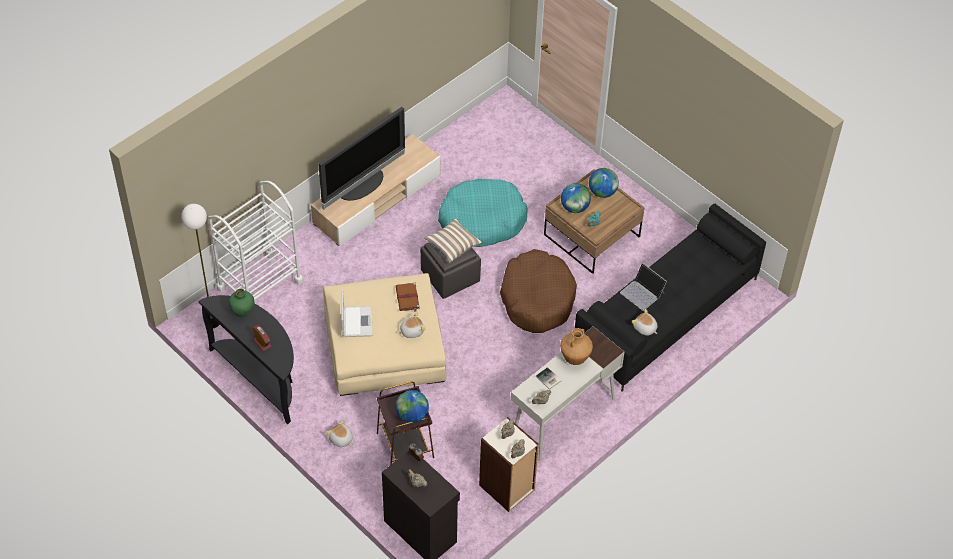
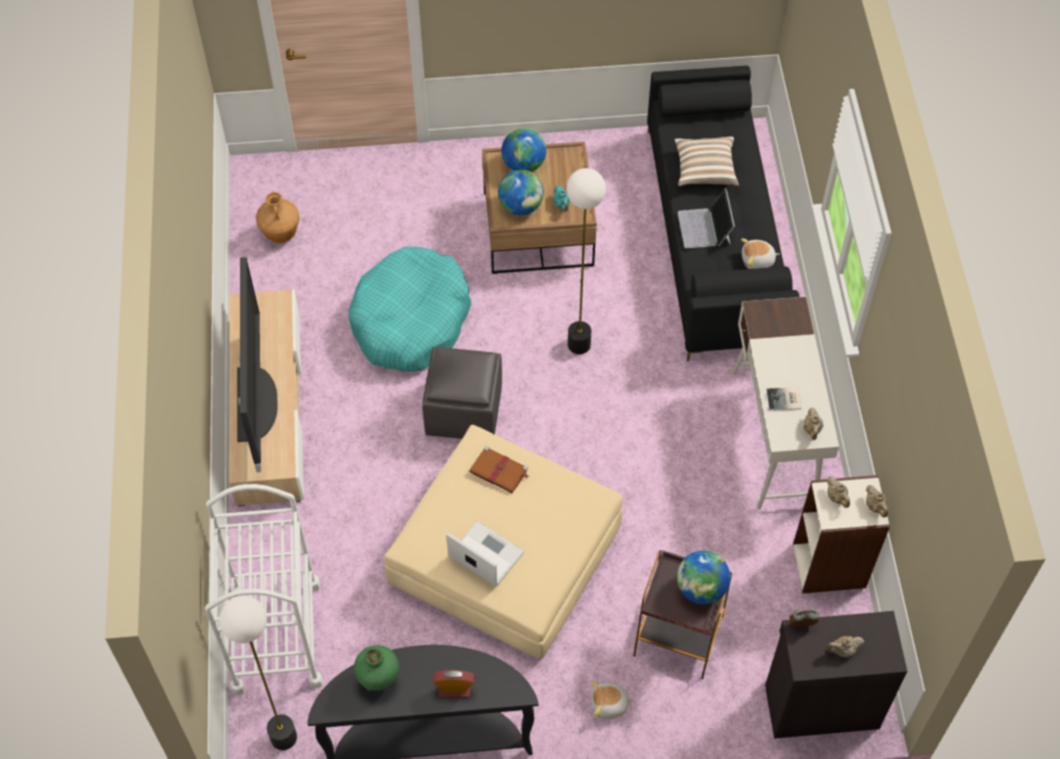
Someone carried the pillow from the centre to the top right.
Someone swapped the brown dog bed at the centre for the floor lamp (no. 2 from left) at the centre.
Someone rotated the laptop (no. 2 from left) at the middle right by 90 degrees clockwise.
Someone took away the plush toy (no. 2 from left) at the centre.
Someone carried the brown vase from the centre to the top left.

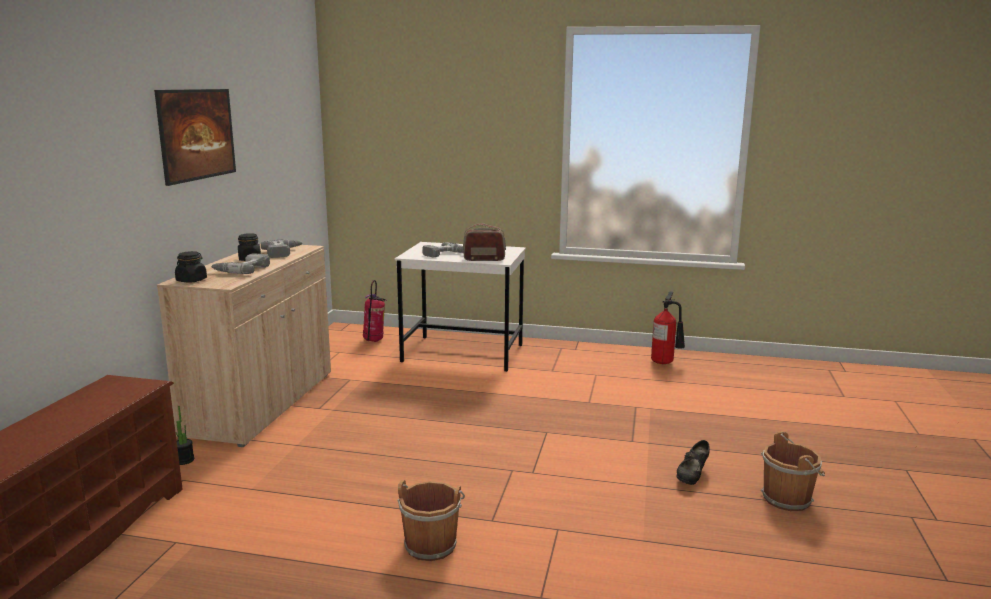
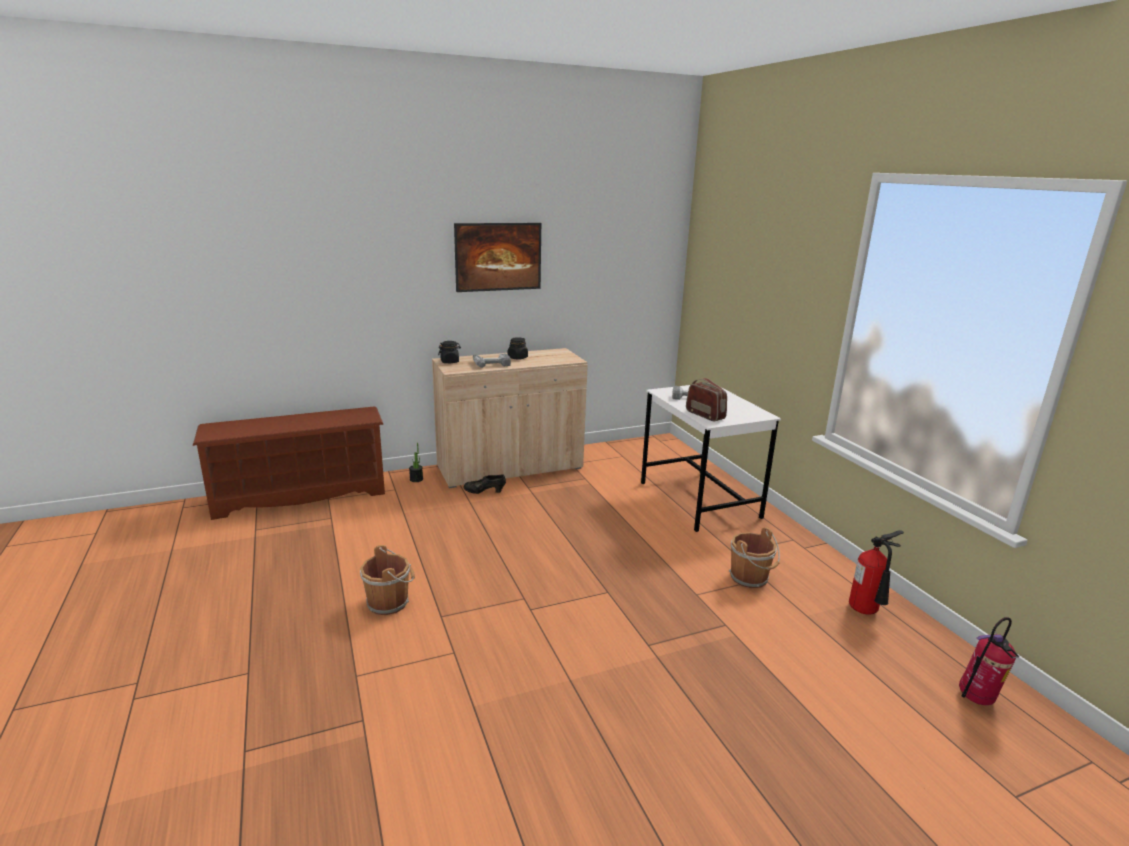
Someone took away the power drill (no. 2 from left) at the middle left.
Someone carried the fire extinguisher (no. 1 from left in the first image) from the centre to the bottom right.
Someone carried the brown bucket (no. 2 from left) from the bottom right to the middle right.
Someone carried the black shoe from the bottom right to the centre.

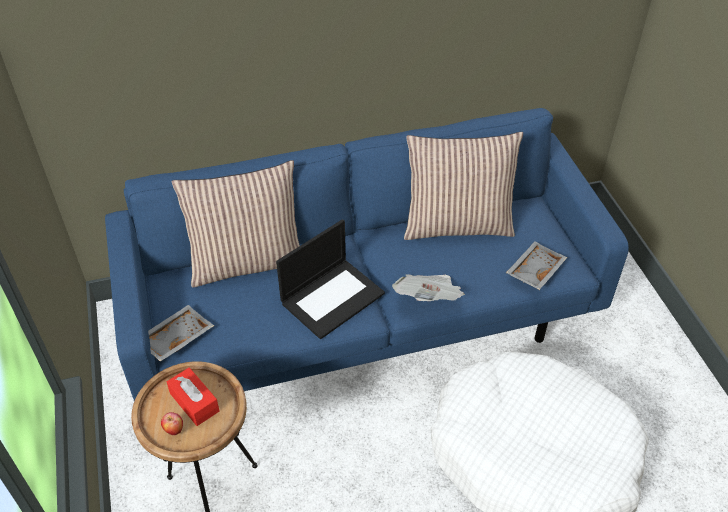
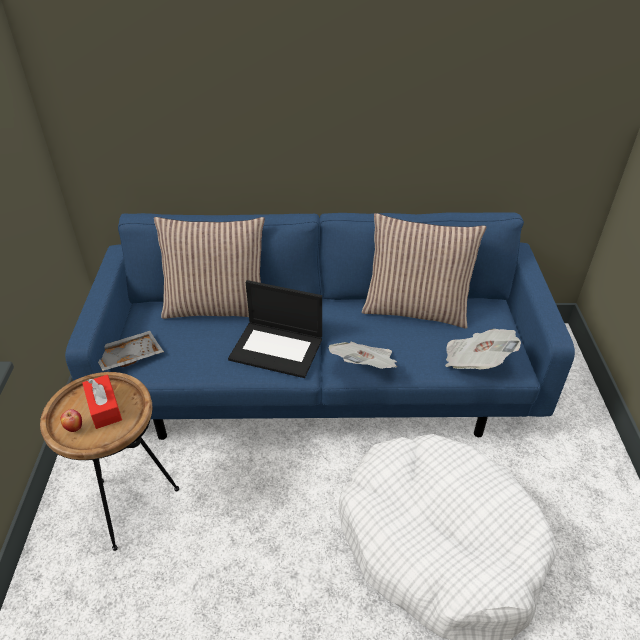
Someone rotated the laptop at the centre by 45 degrees clockwise.
Someone swapped the grey tray (no. 2 from left) at the middle right for the newspaper (no. 2 from left) at the middle right.

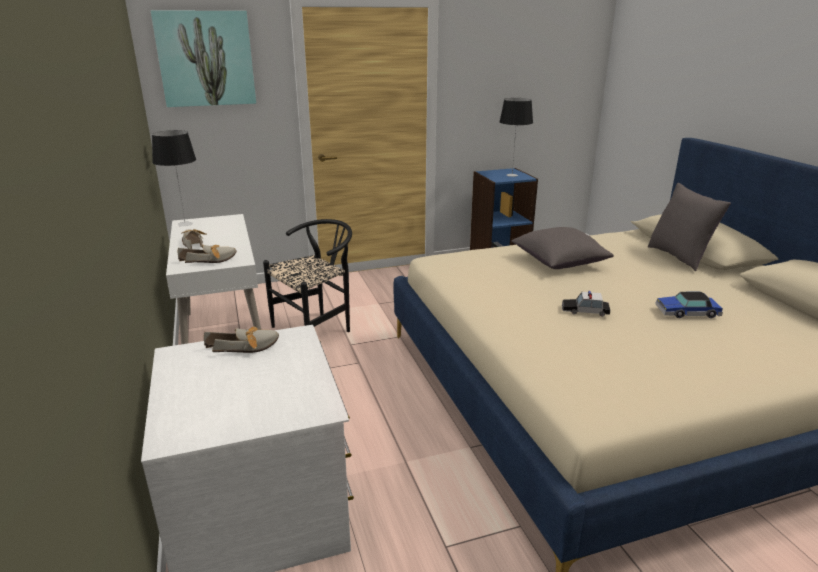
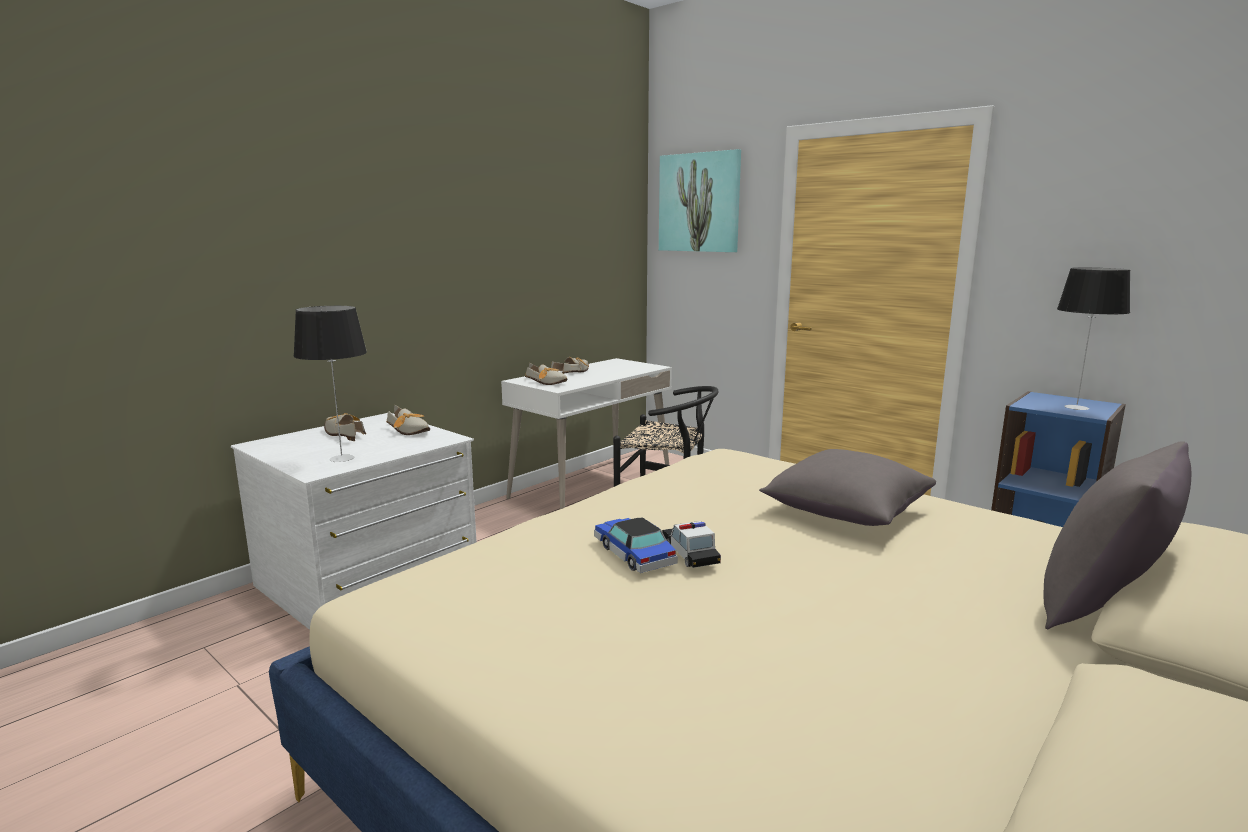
Someone carried the table lamp (no. 1 from left) from the top left to the middle left.
Someone carried the toy car (no. 2 from left in the first image) from the middle right to the centre.
Someone put down the shoe (no. 1 from left) at the middle left.

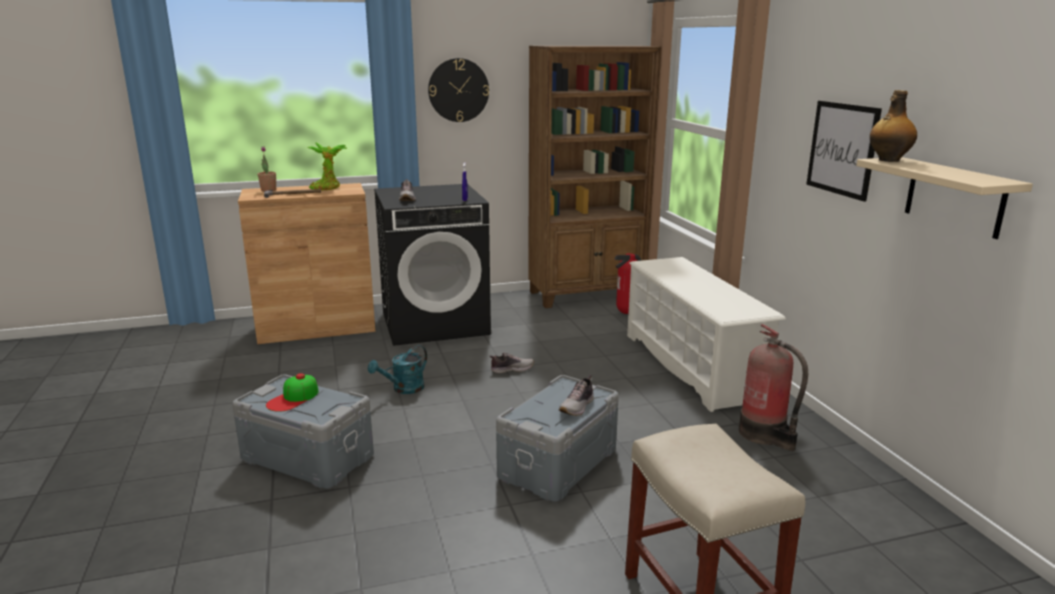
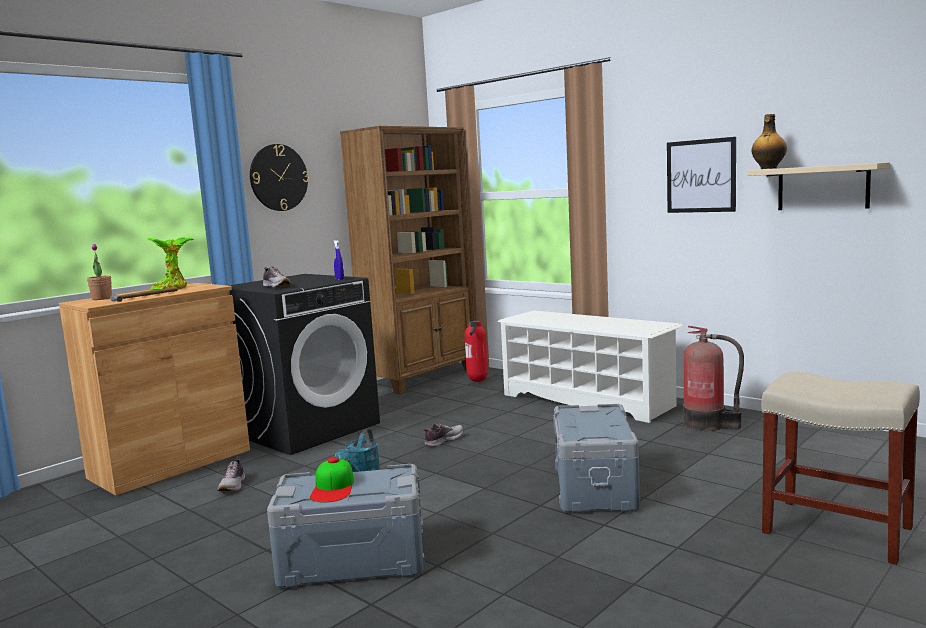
Someone carried the shoe (no. 3 from left in the first image) from the centre to the bottom left.

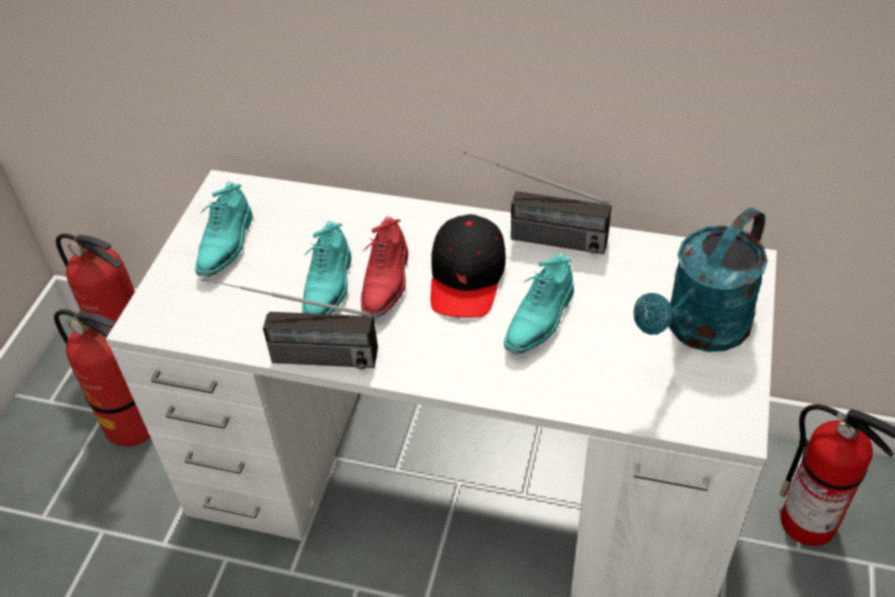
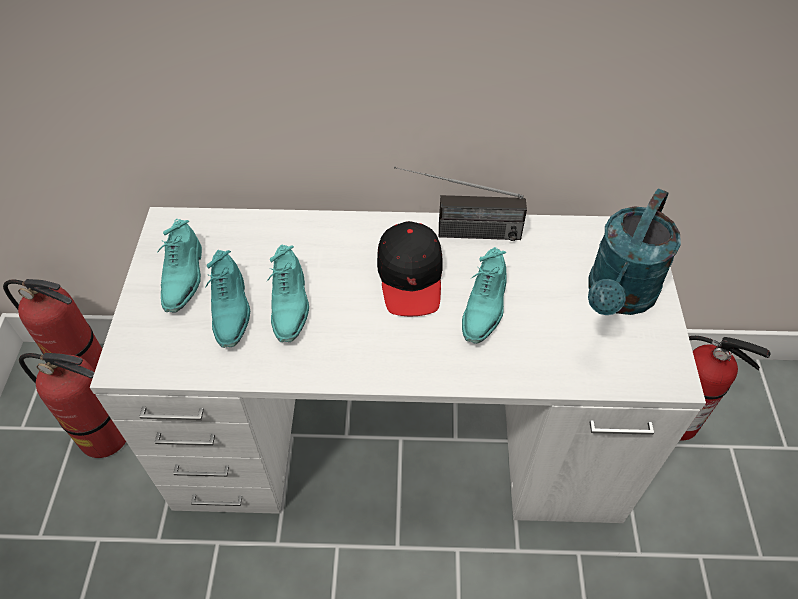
Someone took away the red shoe at the centre.
Someone took away the radio (no. 1 from left) at the middle left.
Someone put down the turquoise shoe (no. 2 from left) at the middle left.

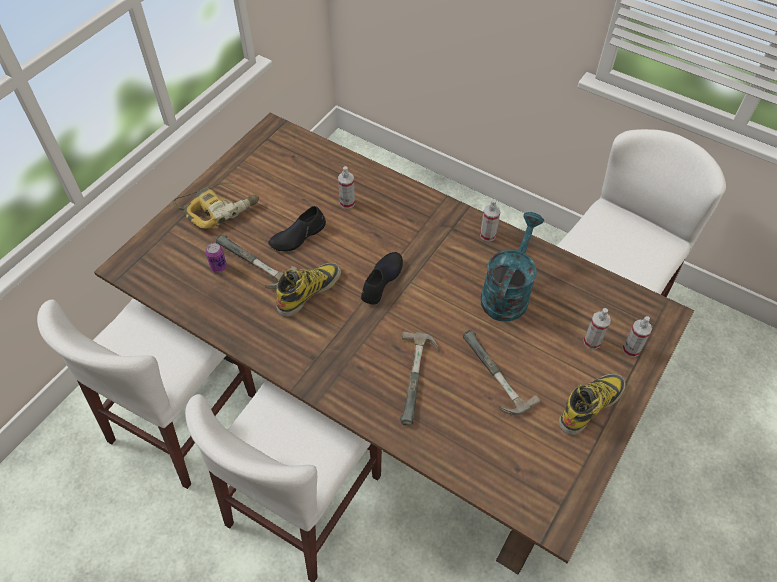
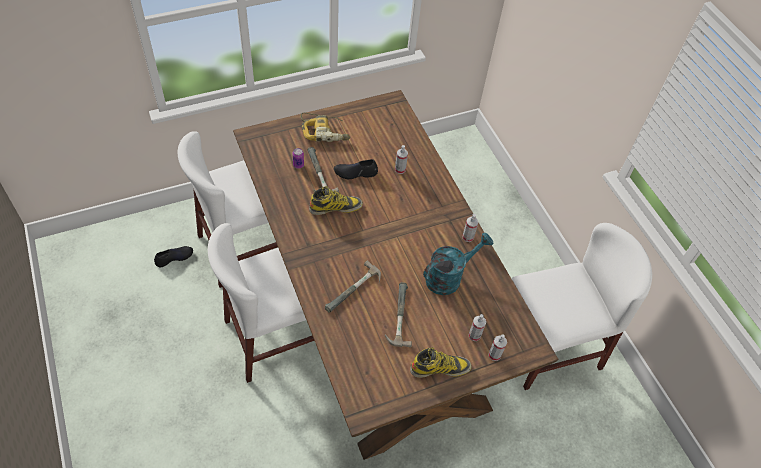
Someone carried the black shoe (no. 2 from left in the first image) from the centre to the middle left.

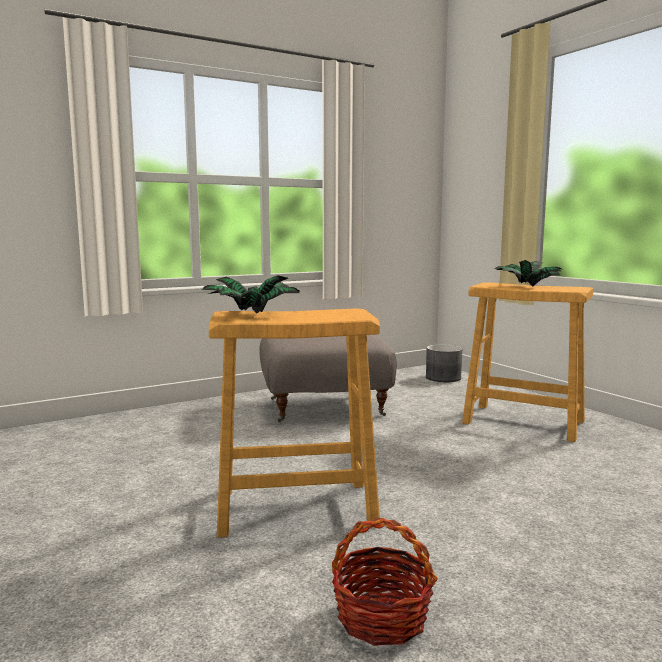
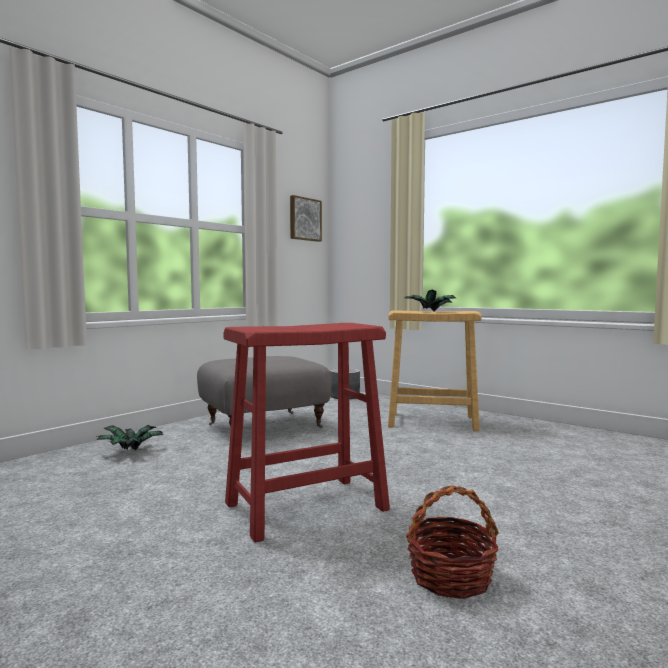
Someone carried the potted plant (no. 1 from left) from the centre to the middle left.
Someone repainted the beige stool (no. 1 from left) at the centre, which became the red stool at the centre.
Someone put up the picture at the top centre.

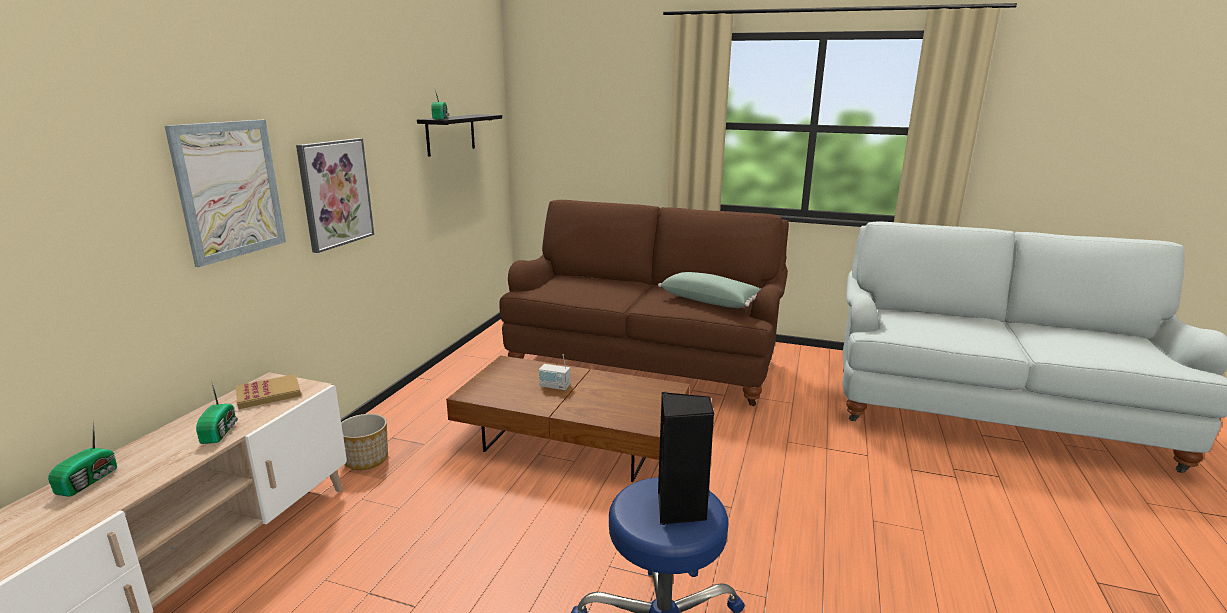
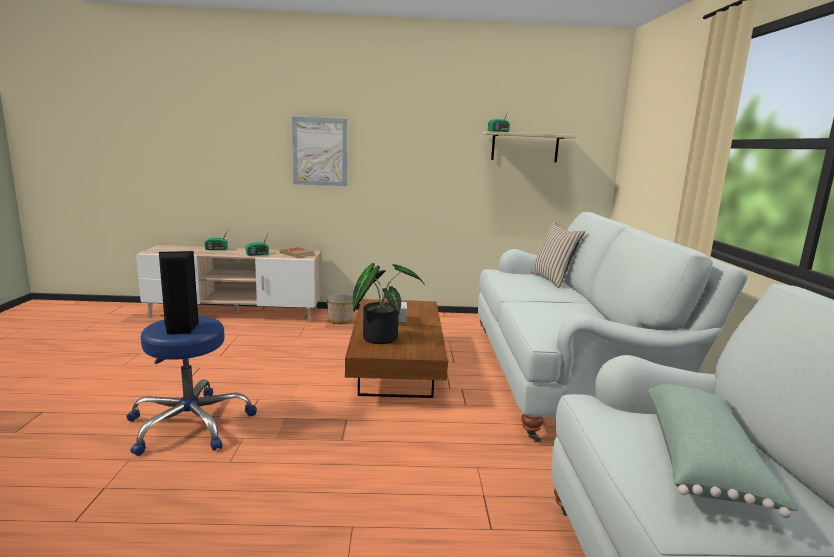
Someone repainted the black shelf at the top centre, which became the beige shelf at the top centre.
Someone took away the picture (no. 2 from left) at the top left.
Someone repainted the brown sofa at the centre, which became the white sofa (no. 1 from left) at the middle right.
Someone carried the green pillow from the centre to the bottom right.
Someone put down the beige pillow at the middle right.
Someone put down the potted plant at the centre.

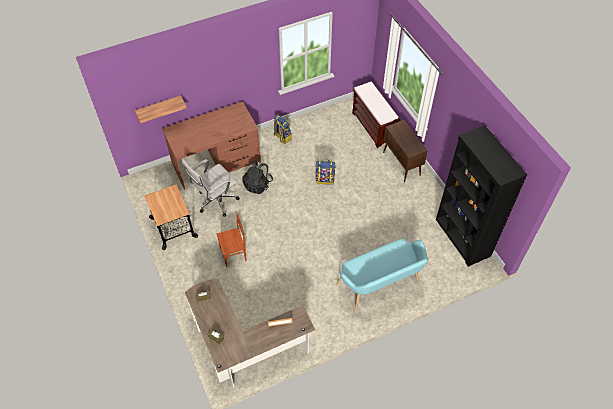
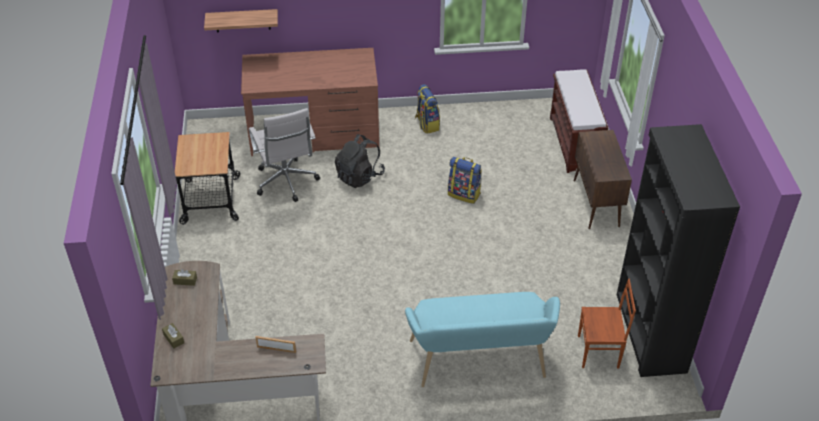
Someone rotated the white office chair at the centre by 90 degrees counterclockwise.
Someone carried the brown chair from the centre to the bottom right.

